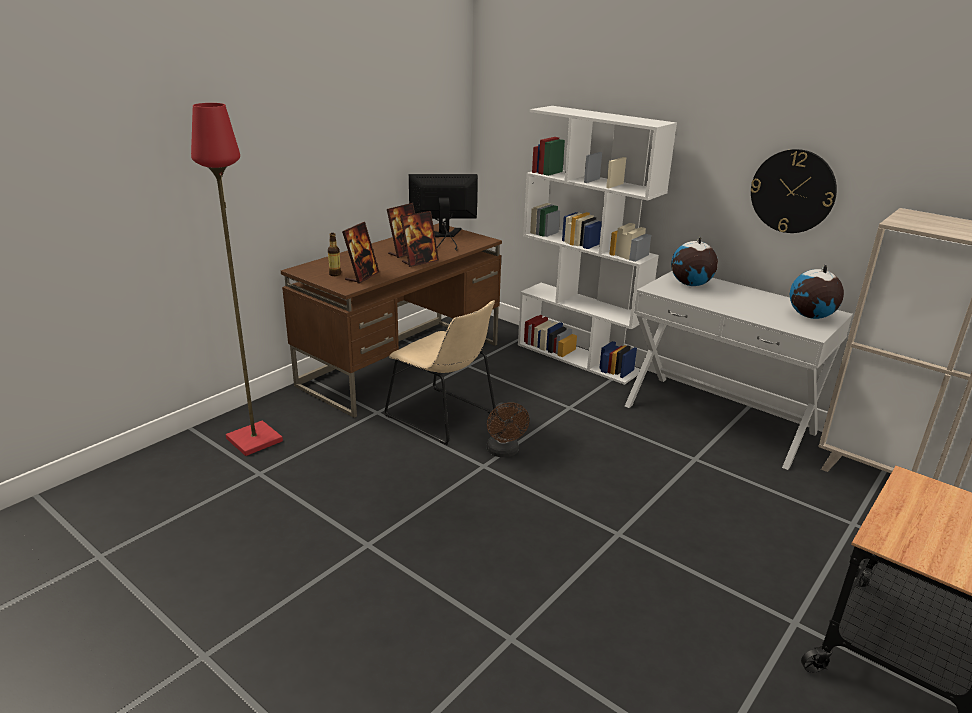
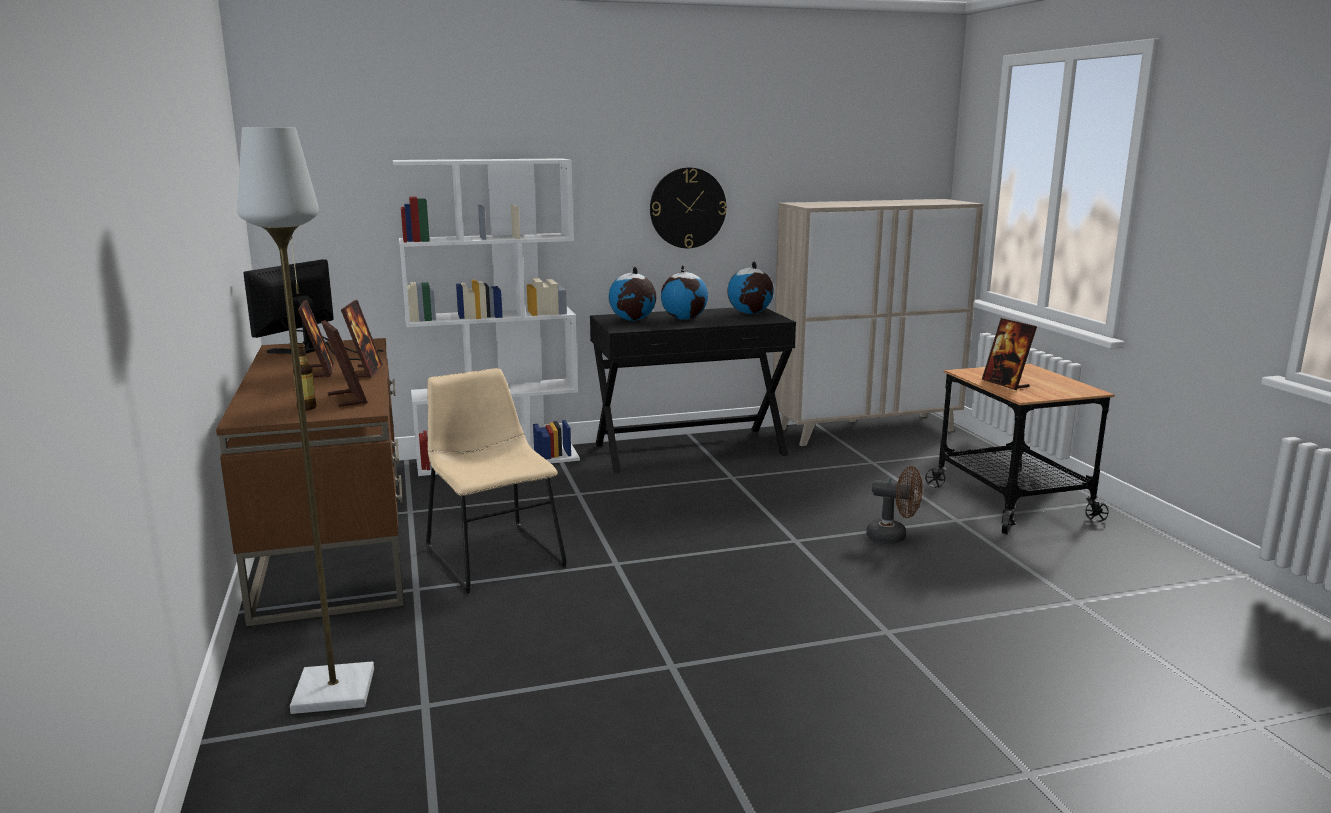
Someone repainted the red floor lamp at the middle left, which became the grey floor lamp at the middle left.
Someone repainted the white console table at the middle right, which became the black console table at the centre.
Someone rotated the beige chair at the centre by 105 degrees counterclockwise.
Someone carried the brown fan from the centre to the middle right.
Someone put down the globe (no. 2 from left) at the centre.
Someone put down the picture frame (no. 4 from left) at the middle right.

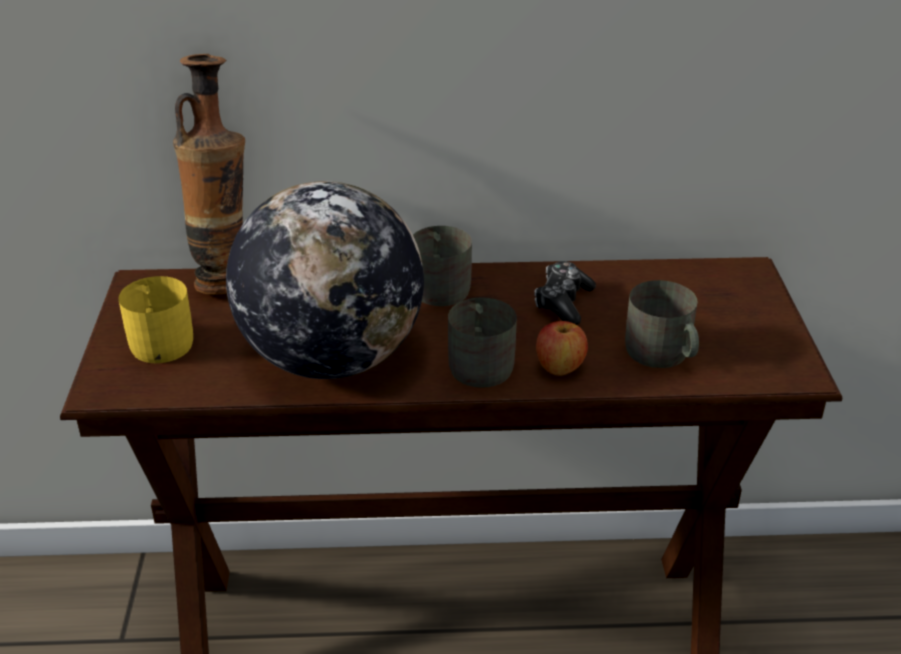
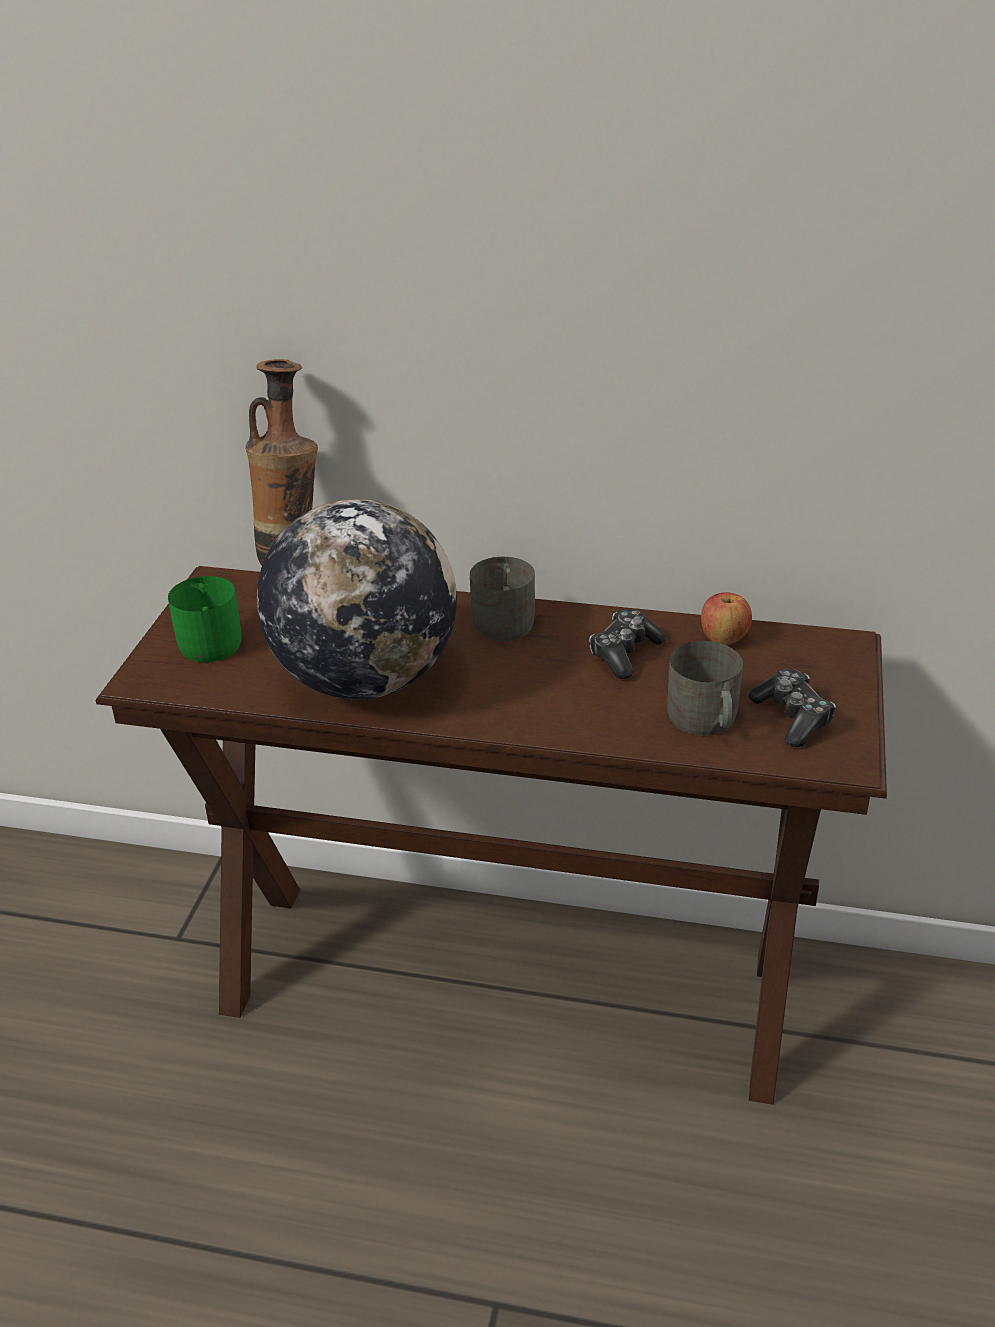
Someone repainted the yellow mug at the middle left, which became the green mug at the middle left.
Someone took away the grey mug (no. 2 from left) at the centre.
Someone carried the apple from the centre to the middle right.
Someone put down the game controller (no. 2 from left) at the middle right.

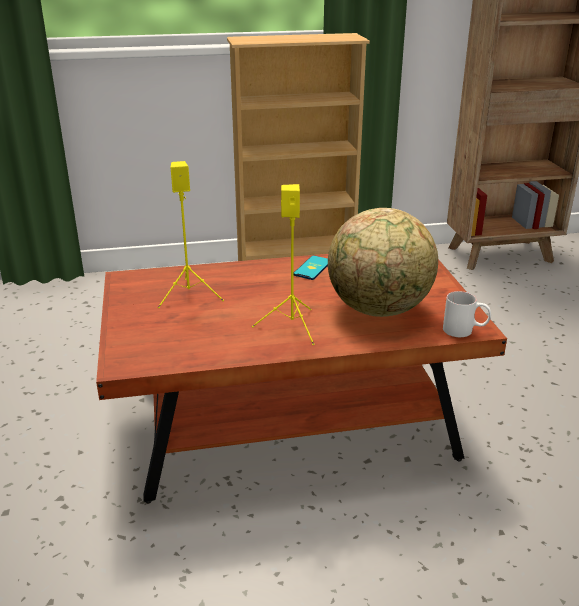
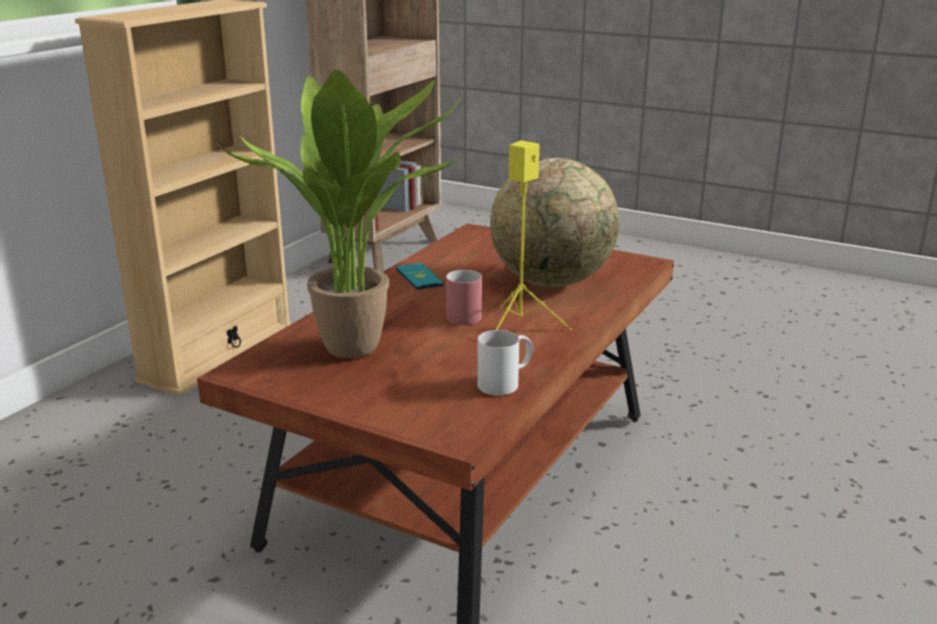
Someone swapped the yellow speaker (no. 1 from left) at the middle left for the potted plant at the centre.
Someone carried the white mug from the middle right to the centre.
Someone put down the red mug at the centre.

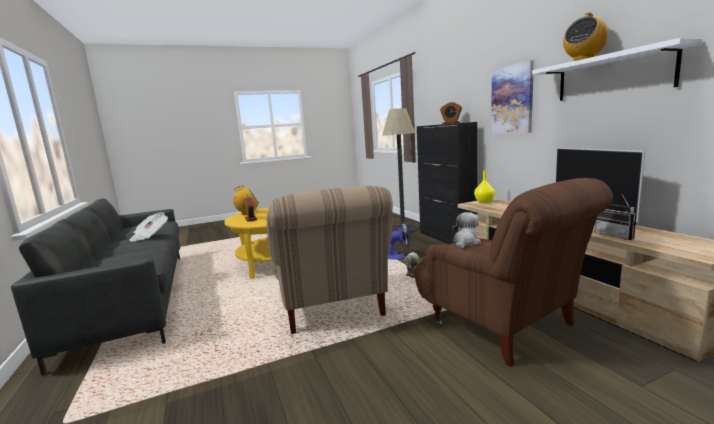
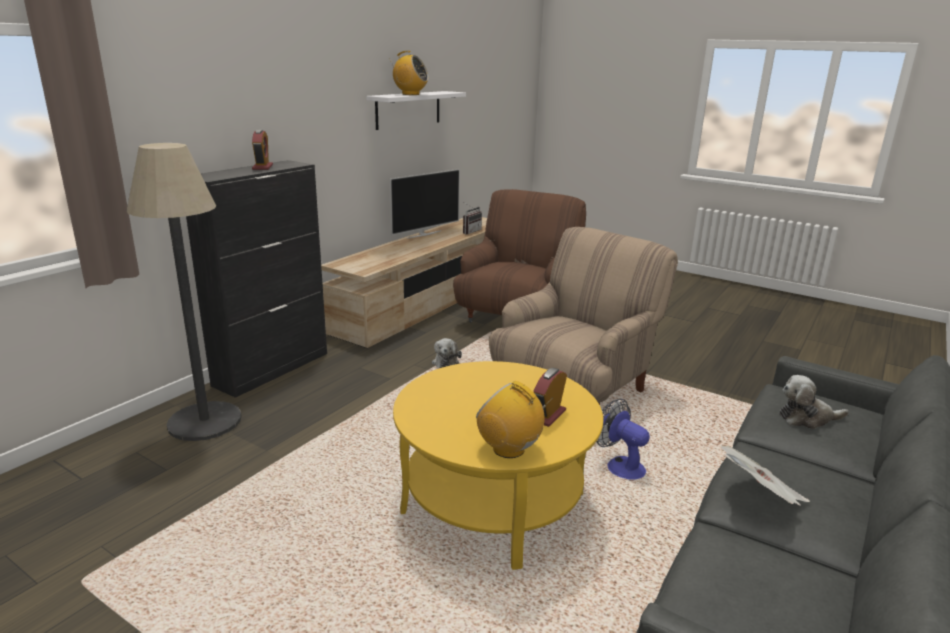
Someone took away the picture at the top right.
Someone took away the yellow vase at the middle right.
Someone carried the plush toy (no. 2 from left) from the centre to the middle right.
Someone carried the fan from the centre to the bottom centre.

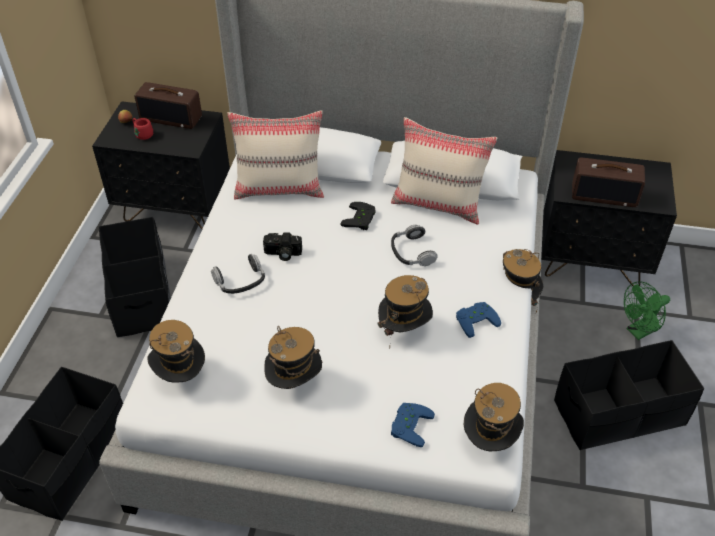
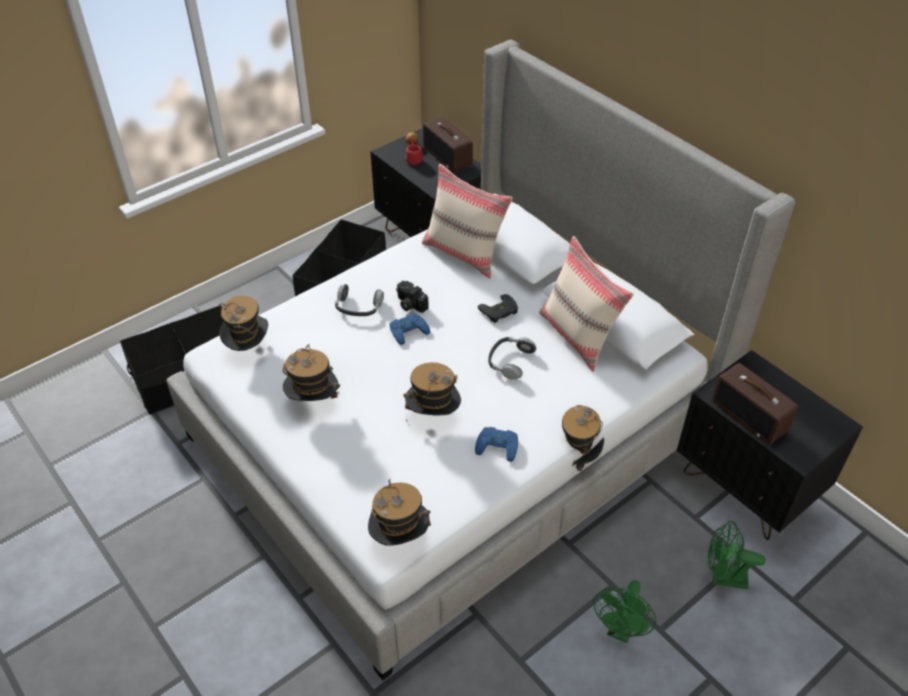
Someone swapped the black storage box (no. 3 from left) at the bottom right for the green fan (no. 1 from left) at the bottom right.
Someone carried the blue game controller (no. 1 from left) from the bottom centre to the centre.

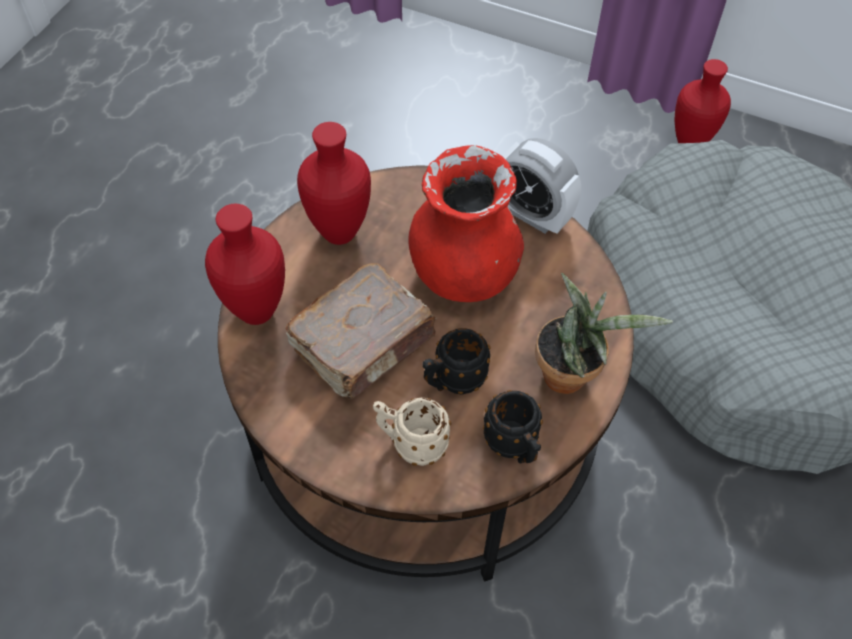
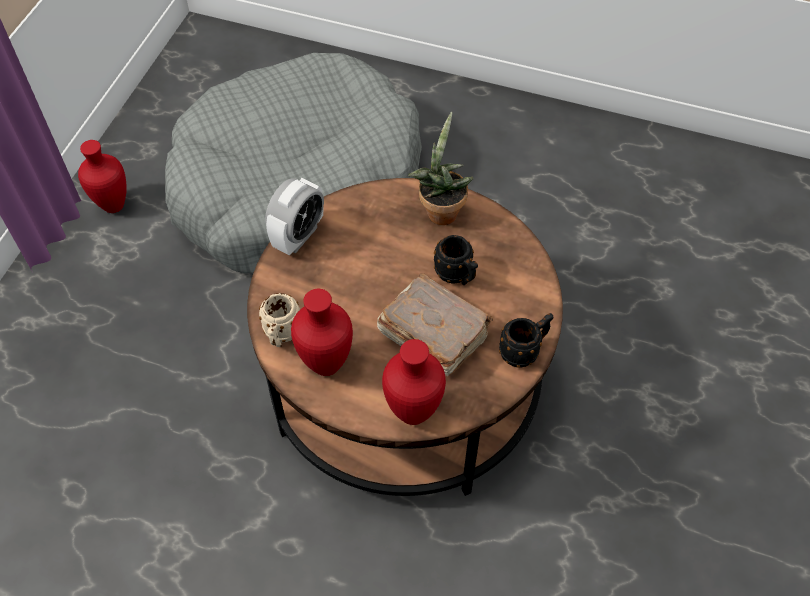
Someone took away the red vase (no. 3 from left) at the centre.
Someone carried the black mug (no. 2 from left) from the bottom centre to the centre.
Someone carried the beige mug from the bottom centre to the centre.

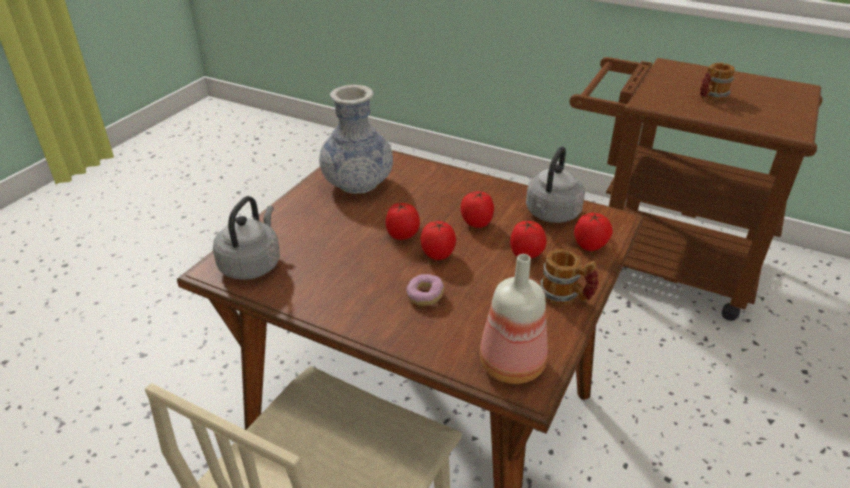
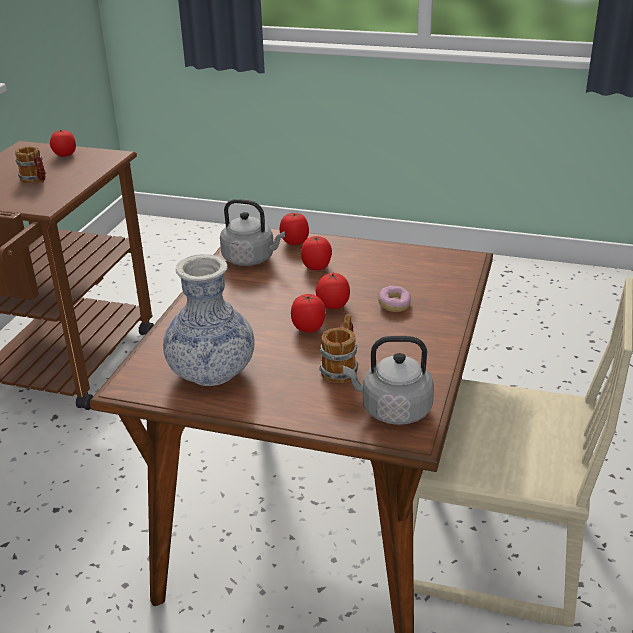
Someone carried the tomato (no. 3 from left in the first image) from the centre to the top left.
Someone carried the mug (no. 1 from left in the first image) from the middle right to the centre.
Someone took away the bottle at the centre.

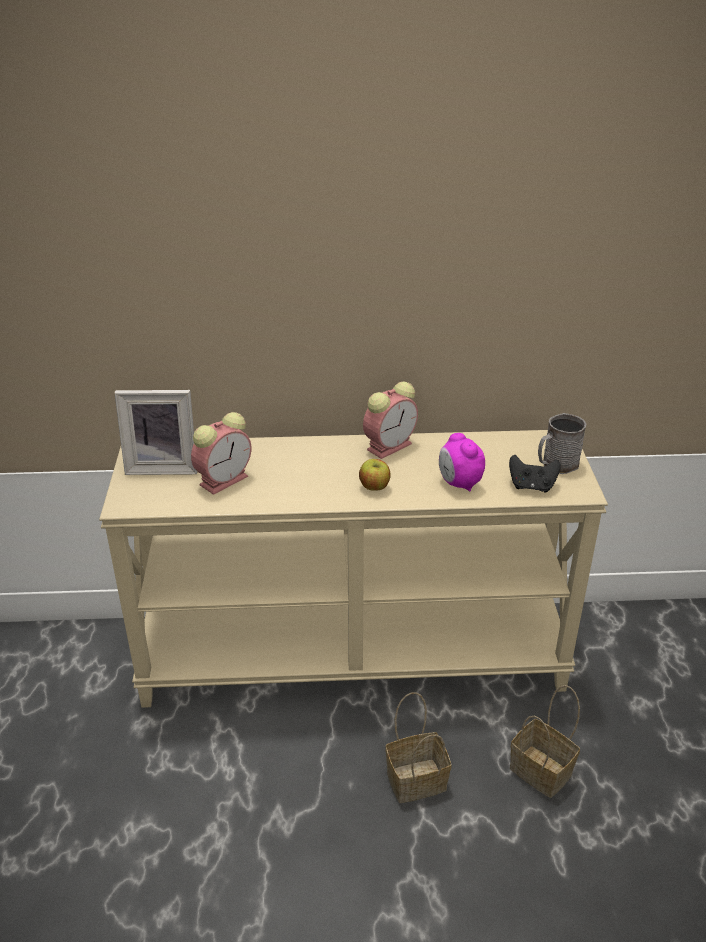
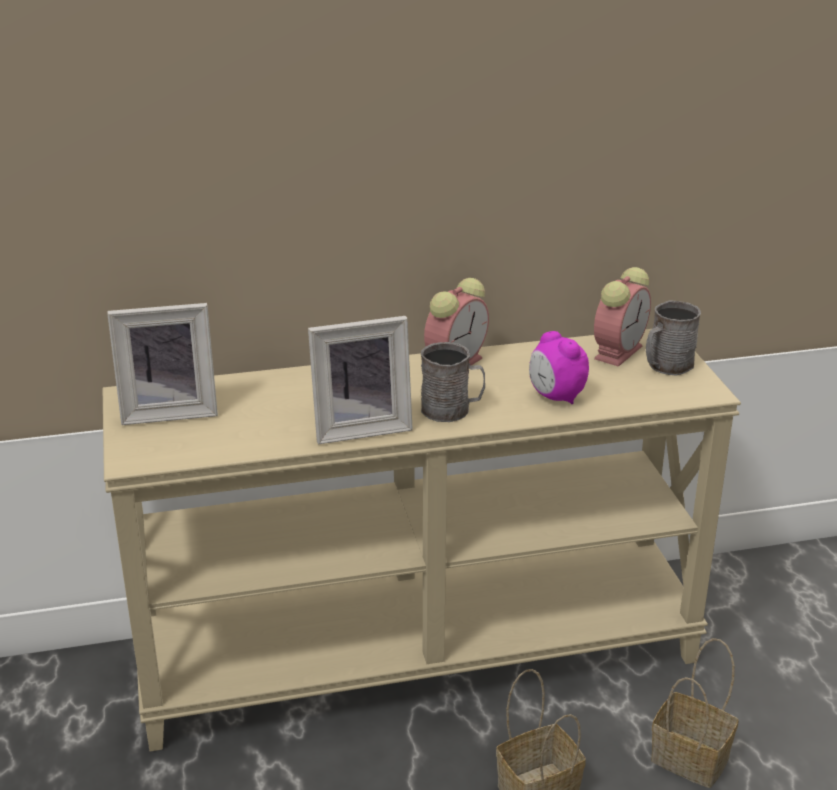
Someone carried the alarm clock (no. 1 from left in the first image) from the middle left to the middle right.
Someone took away the black game controller at the middle right.
Someone swapped the apple at the centre for the grey mug (no. 1 from left) at the centre.
Someone put down the picture frame (no. 2 from left) at the centre.

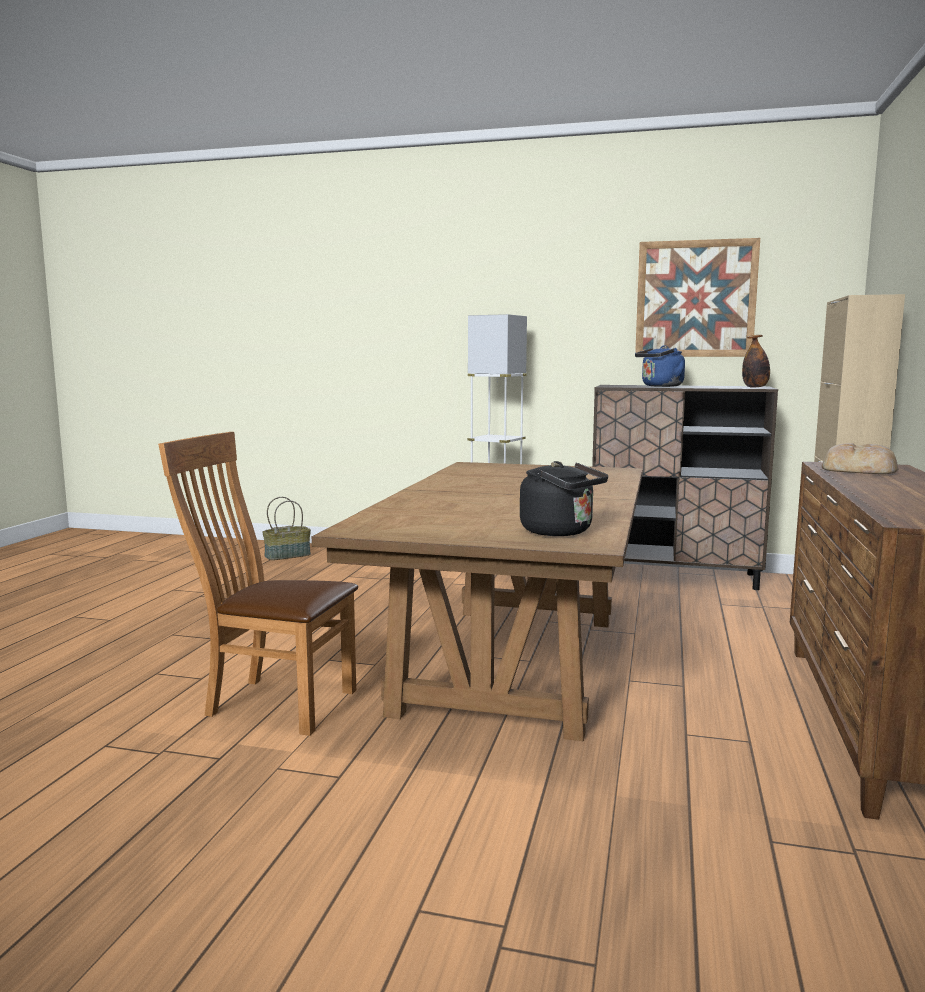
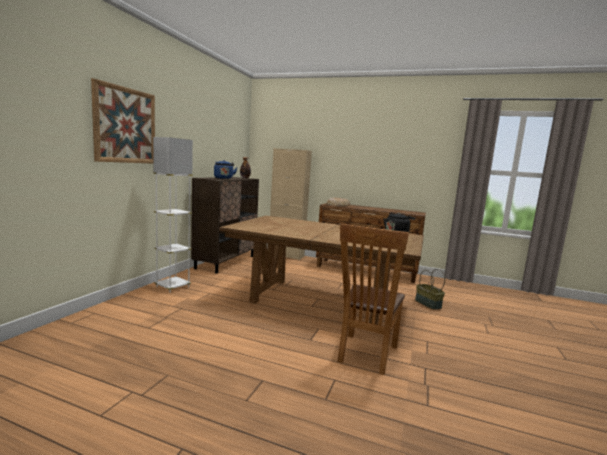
Someone carried the picture from the top right to the top left.
Someone carried the basket from the middle left to the middle right.

